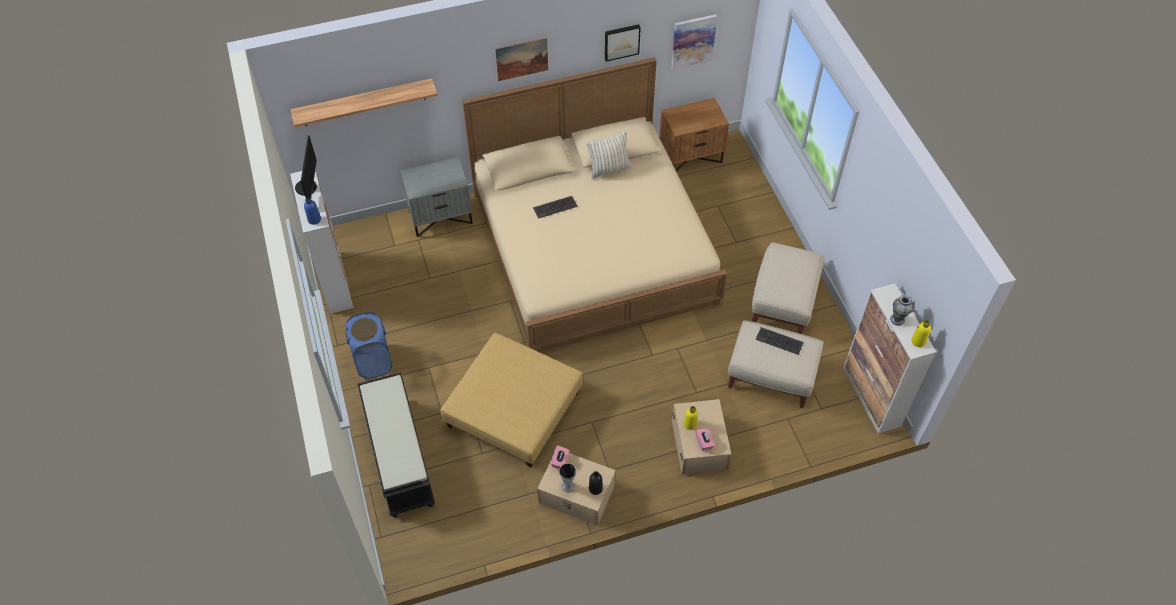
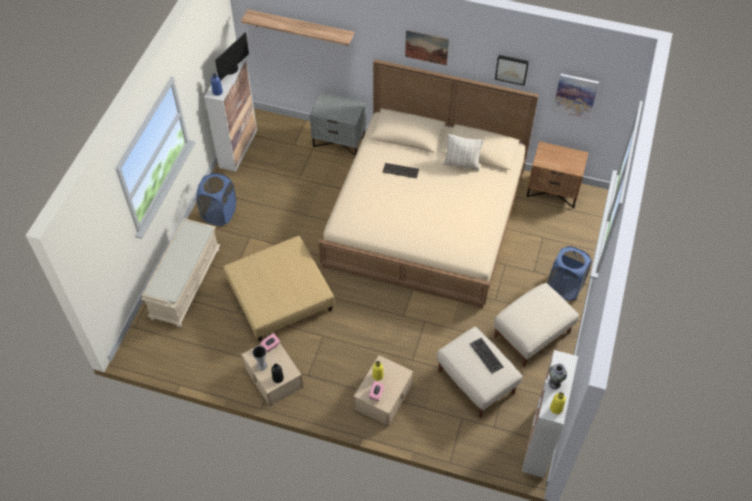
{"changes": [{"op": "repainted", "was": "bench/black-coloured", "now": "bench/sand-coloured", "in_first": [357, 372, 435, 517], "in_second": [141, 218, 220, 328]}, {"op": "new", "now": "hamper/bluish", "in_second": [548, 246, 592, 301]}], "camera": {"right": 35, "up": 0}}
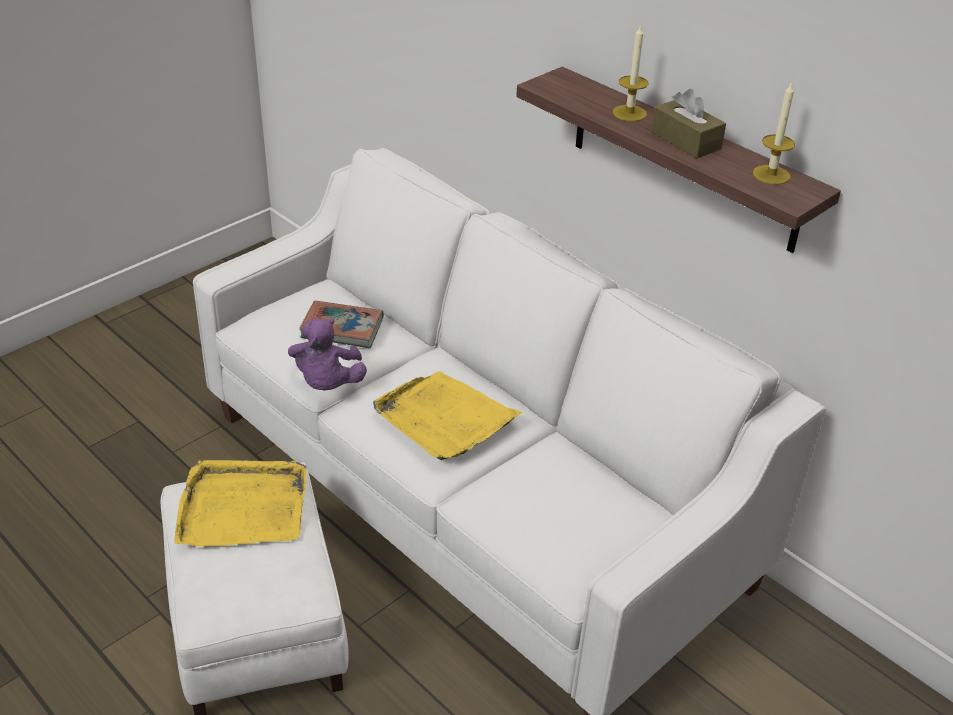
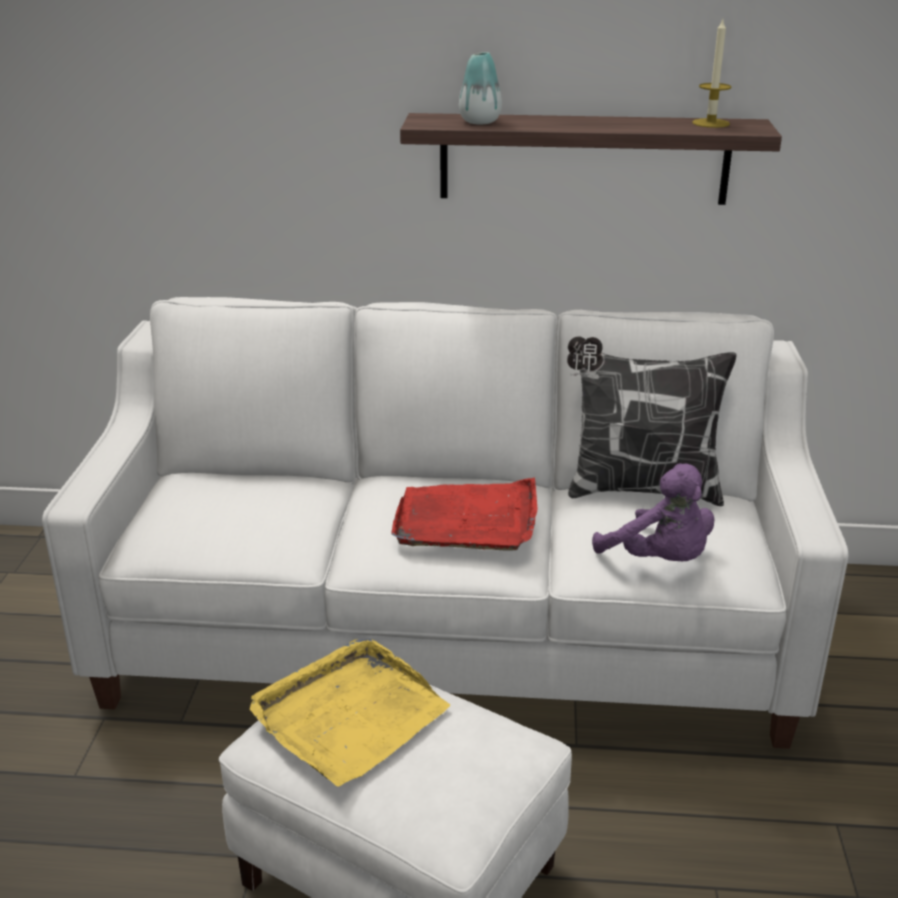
{"changes": [{"op": "gone", "was": "wax light", "in_first": [613, 25, 648, 121]}, {"op": "gone", "was": "box of tissues/brown", "in_first": [652, 89, 726, 158]}, {"op": "gone", "was": "book", "in_first": [299, 301, 383, 348]}, {"op": "shifted", "was": "plush toy/purple", "in_first": [288, 318, 367, 391], "in_second": [592, 463, 714, 561]}, {"op": "repainted", "was": "serving tray/yellow-coloured", "now": "serving tray/red-coloured", "in_first": [373, 371, 523, 460], "in_second": [391, 478, 538, 551]}, {"op": "new", "now": "vase", "in_second": [459, 52, 502, 124]}, {"op": "new", "now": "throw pillow", "in_second": [567, 336, 737, 506]}], "camera": {"right": -40, "up": -10}}
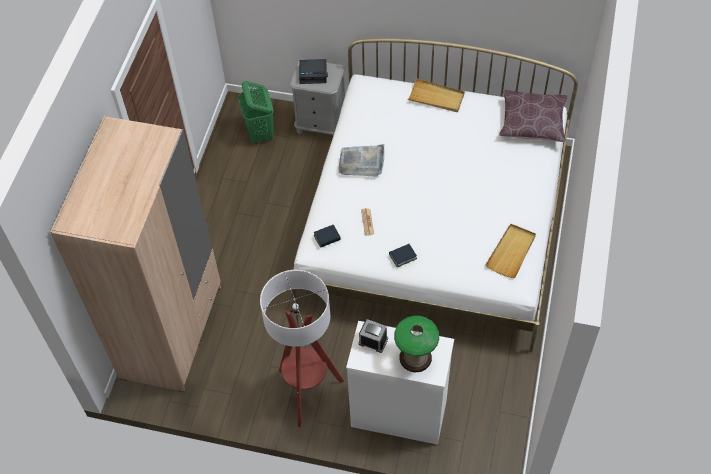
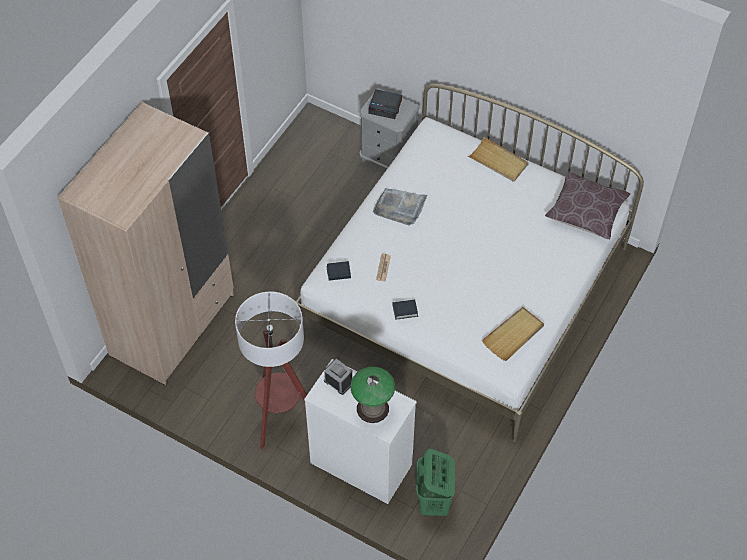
{"changes": [{"op": "shifted", "was": "hamper/green", "in_first": [238, 81, 274, 144], "in_second": [416, 449, 455, 517]}], "camera": {"right": 15, "up": 0}}
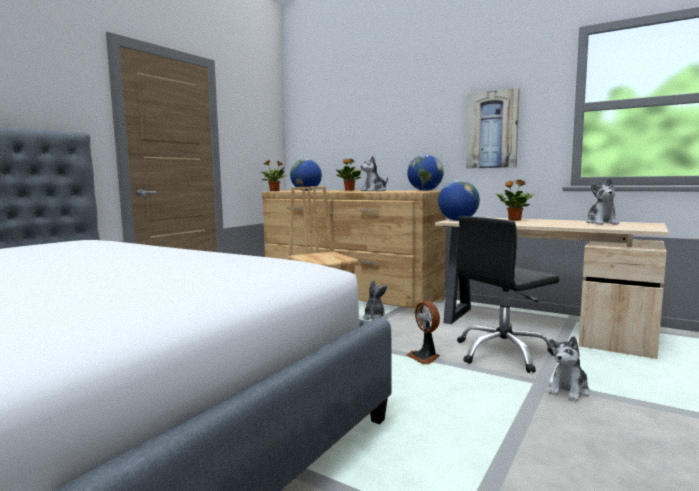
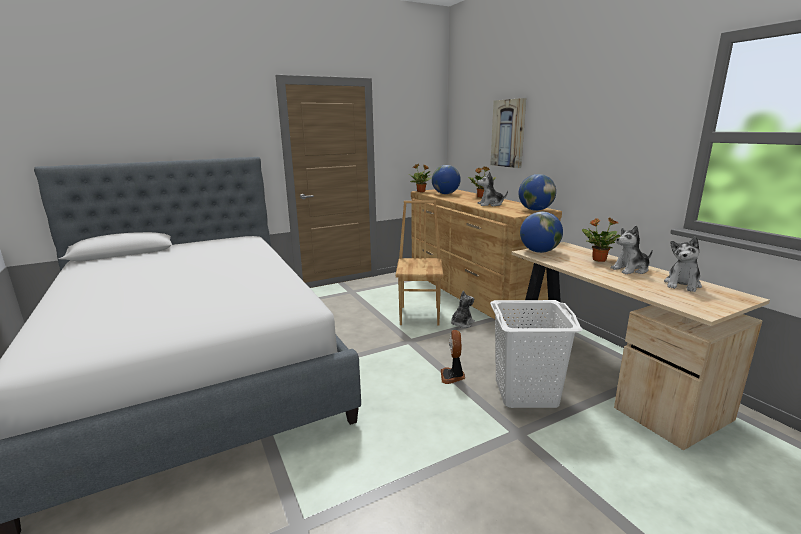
{"changes": [{"op": "shifted", "was": "wall art", "in_first": [466, 88, 520, 169], "in_second": [490, 98, 526, 168]}, {"op": "swapped", "was": "desk chair/black-coloured", "now": "hamper/whitish", "in_first": [457, 216, 559, 373], "in_second": [490, 300, 582, 408]}, {"op": "shifted", "was": "plush toy", "in_first": [548, 336, 590, 401], "in_second": [611, 225, 653, 274]}], "camera": {"right": 30, "up": 10}}
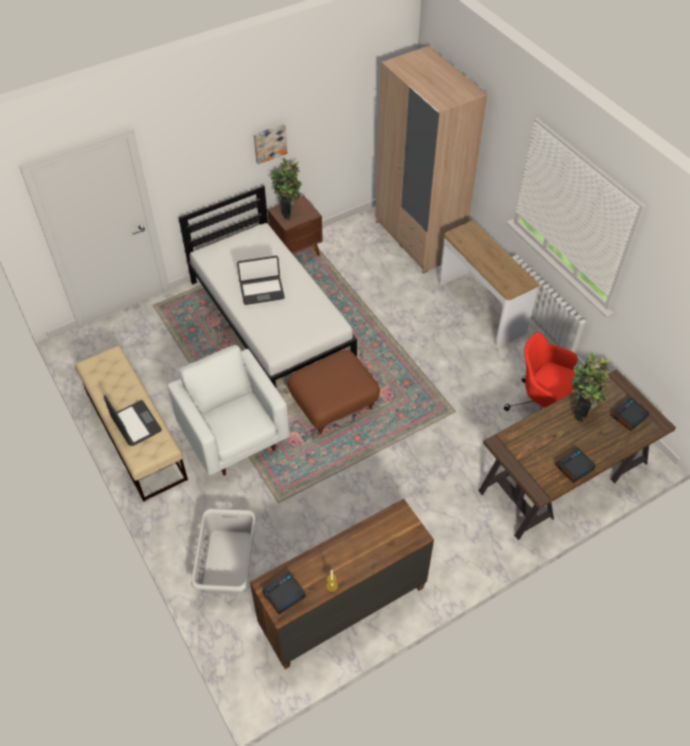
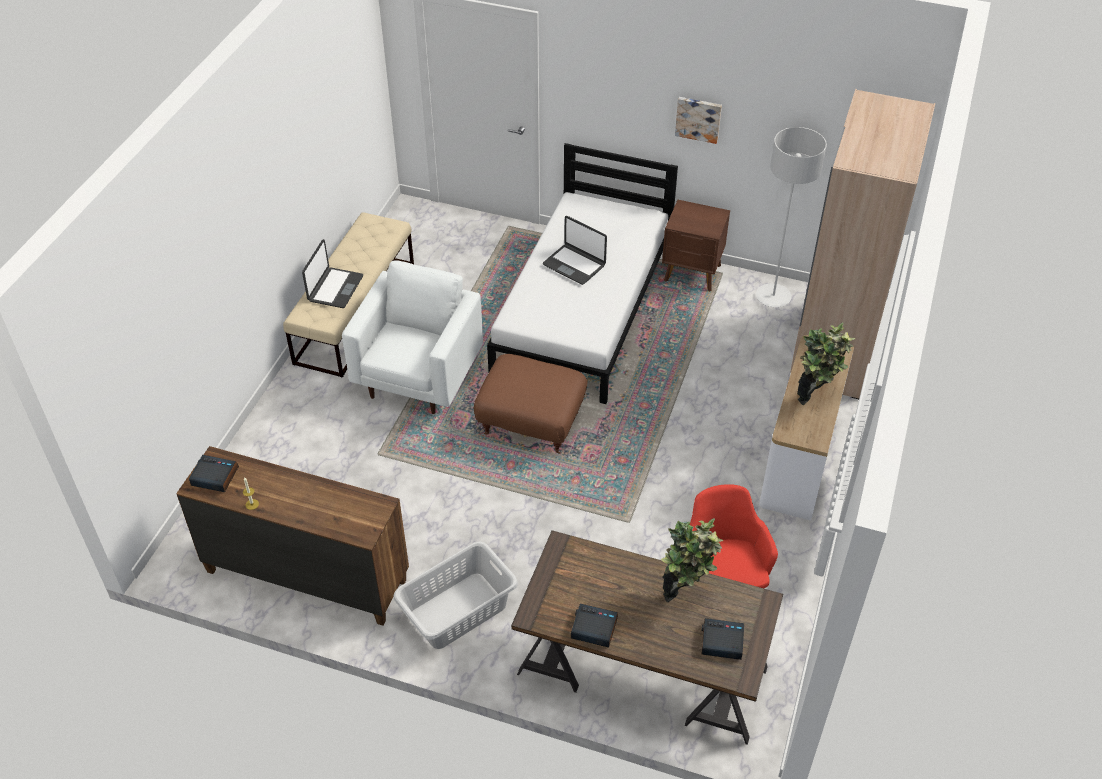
{"changes": [{"op": "shifted", "was": "potted plant", "in_first": [271, 158, 302, 220], "in_second": [797, 323, 856, 405]}, {"op": "shifted", "was": "hamper/gray", "in_first": [191, 508, 256, 595], "in_second": [393, 542, 518, 649]}, {"op": "new", "now": "standing lamp/gray", "in_second": [756, 127, 827, 307]}], "camera": {"right": 50, "up": -5}}
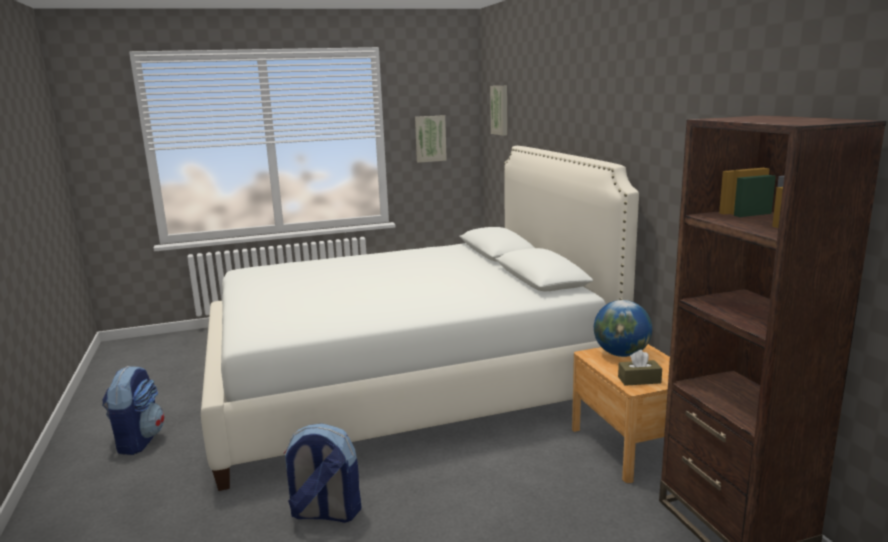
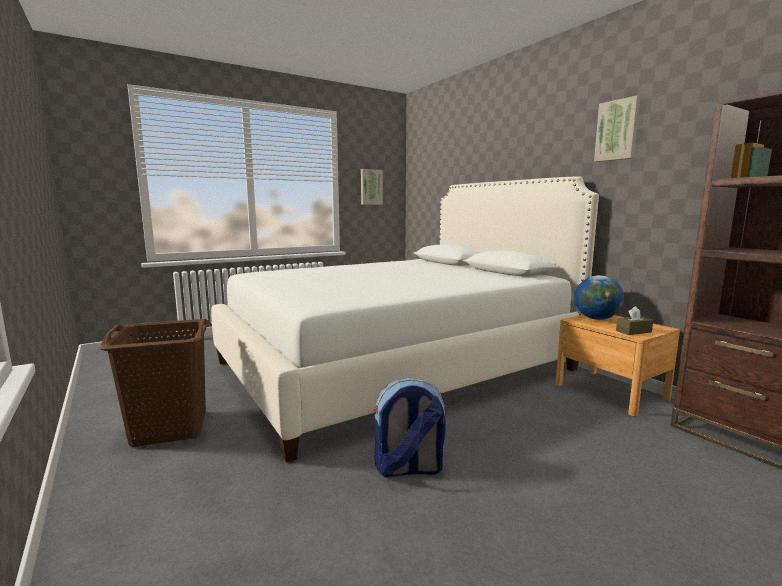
{"changes": [{"op": "shifted", "was": "wall art", "in_first": [490, 86, 507, 136], "in_second": [594, 95, 640, 162]}, {"op": "swapped", "was": "backpack", "now": "hamper/brown", "in_first": [102, 366, 164, 455], "in_second": [98, 319, 209, 447]}], "camera": {"right": -15, "up": -5}}
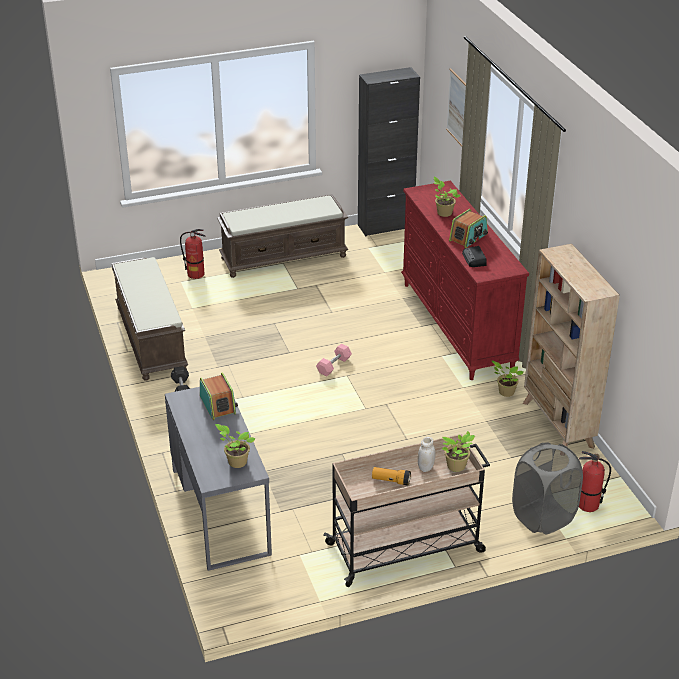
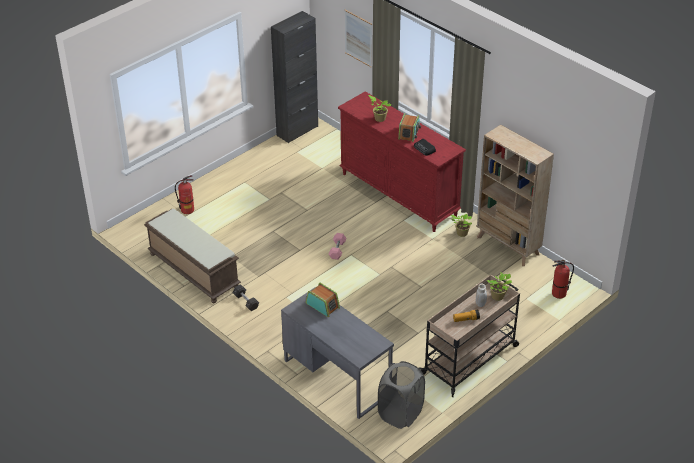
{"changes": [{"op": "gone", "was": "bench/brown", "in_first": [217, 194, 349, 278]}, {"op": "gone", "was": "potted plant", "in_first": [215, 424, 256, 468]}, {"op": "shifted", "was": "hamper/gray", "in_first": [512, 442, 583, 534], "in_second": [378, 361, 425, 429]}], "camera": {"right": -25, "up": 5}}
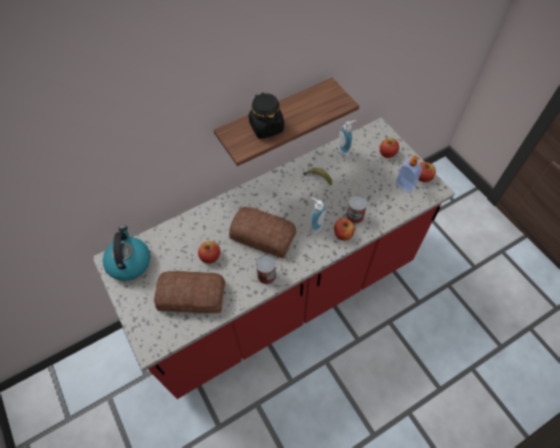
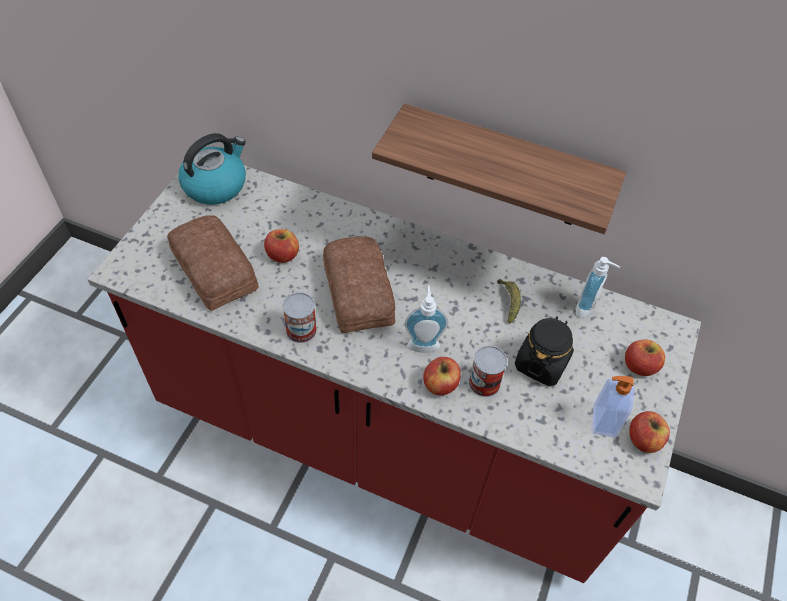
{"changes": [{"op": "shifted", "was": "preserve jar/black-coloured", "in_first": [249, 92, 284, 139], "in_second": [515, 316, 574, 386]}], "camera": {"right": 50, "up": -5}}
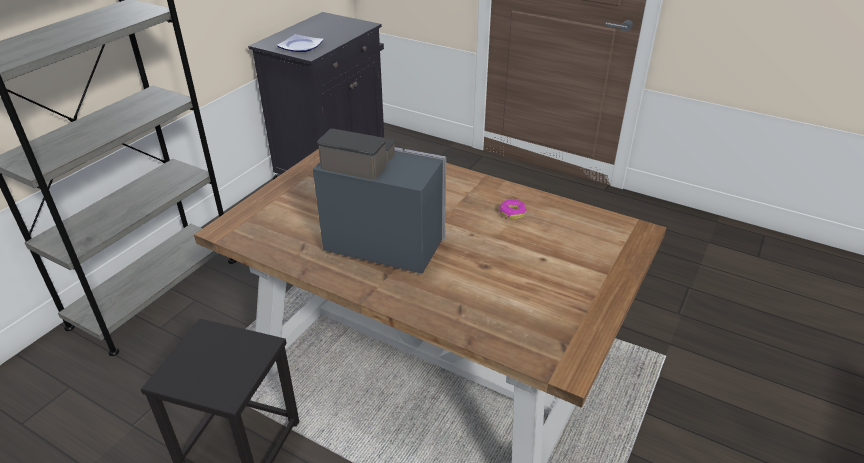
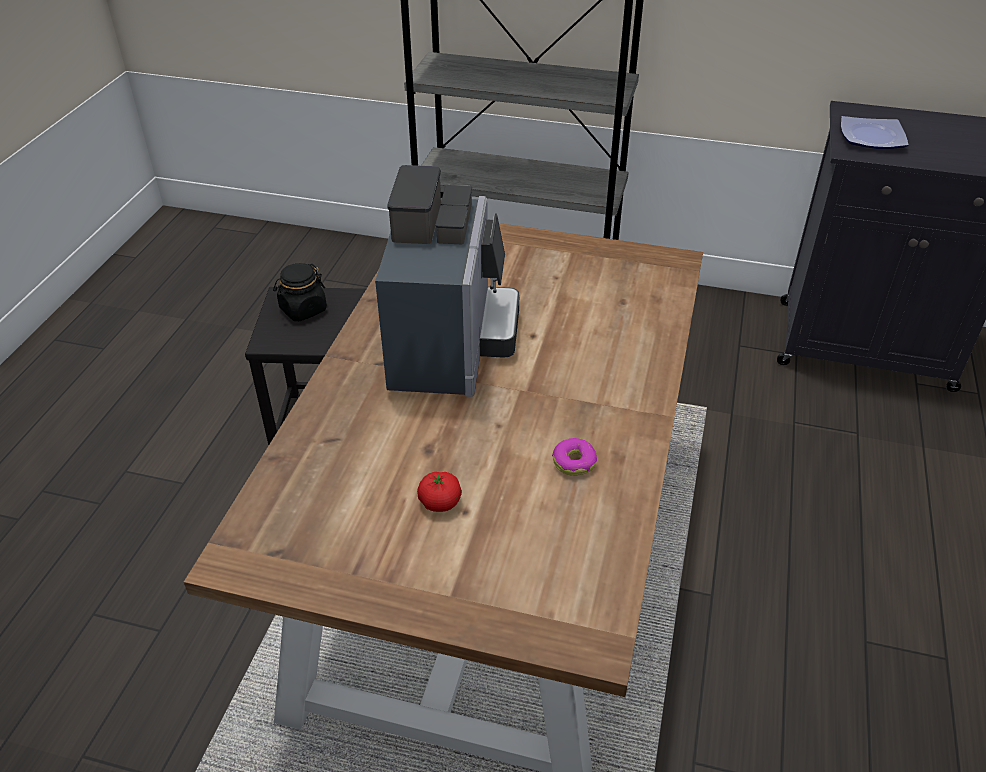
{"changes": [{"op": "new", "now": "preserve jar/black-coloured", "in_second": [273, 263, 327, 321]}, {"op": "new", "now": "whole tomato", "in_second": [417, 472, 462, 512]}], "camera": {"right": 75, "up": 5}}
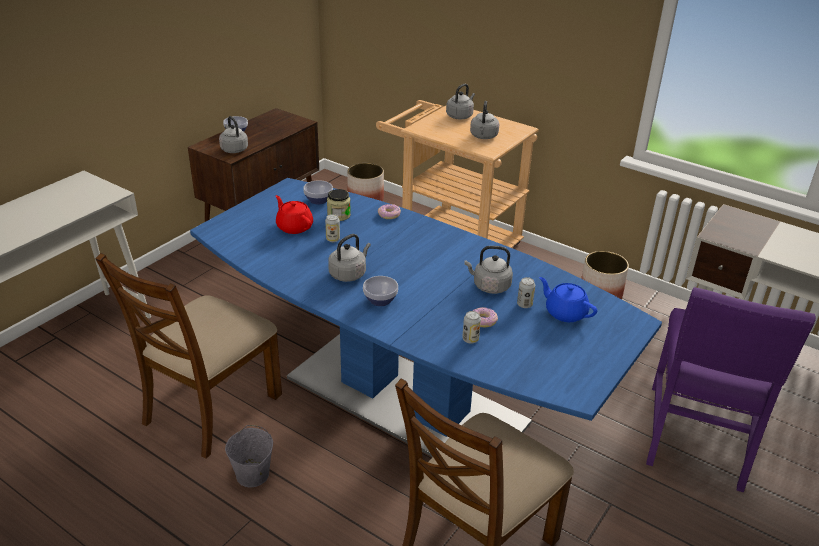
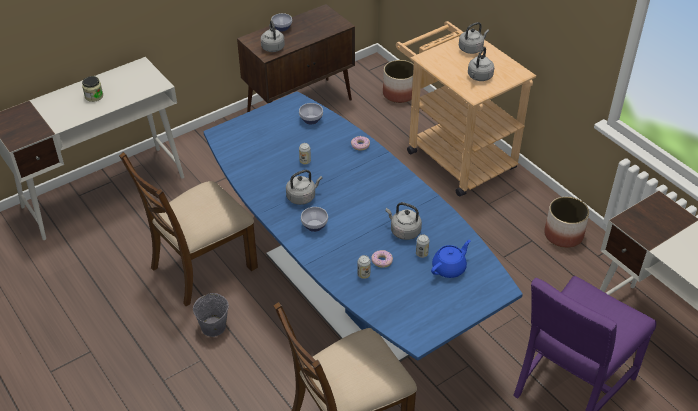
{"changes": [{"op": "shifted", "was": "preserve jar", "in_first": [327, 189, 351, 221], "in_second": [82, 76, 103, 102]}, {"op": "gone", "was": "teapot/red-coloured", "in_first": [276, 195, 313, 234]}, {"op": "rotated", "was": "teapot/bluish", "in_first": [539, 277, 597, 322], "in_second": [431, 240, 471, 278], "clockwise": 75}], "camera": {"right": 20, "up": 10}}
